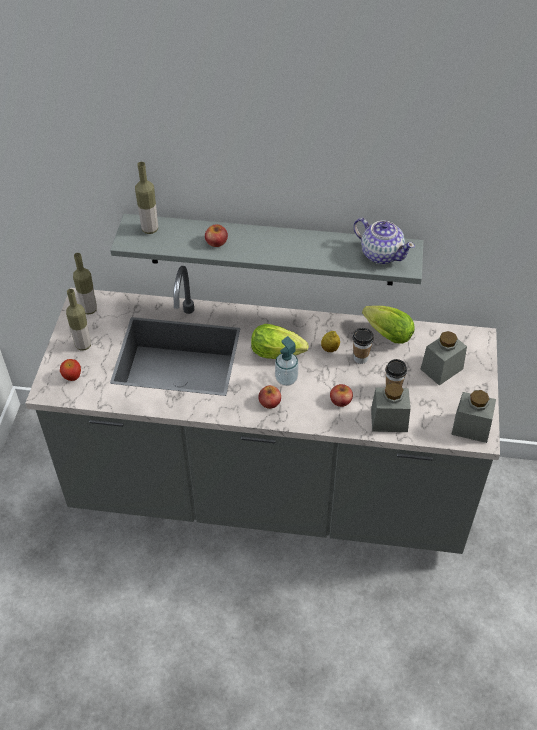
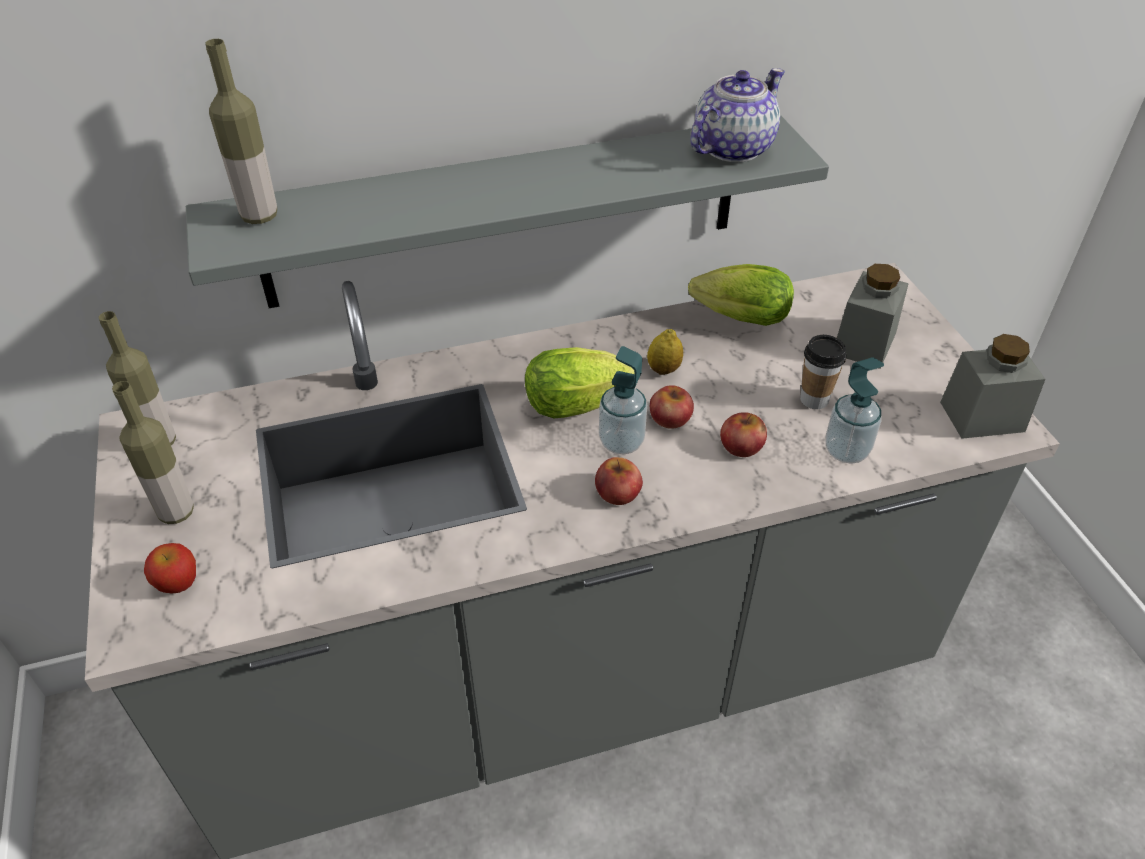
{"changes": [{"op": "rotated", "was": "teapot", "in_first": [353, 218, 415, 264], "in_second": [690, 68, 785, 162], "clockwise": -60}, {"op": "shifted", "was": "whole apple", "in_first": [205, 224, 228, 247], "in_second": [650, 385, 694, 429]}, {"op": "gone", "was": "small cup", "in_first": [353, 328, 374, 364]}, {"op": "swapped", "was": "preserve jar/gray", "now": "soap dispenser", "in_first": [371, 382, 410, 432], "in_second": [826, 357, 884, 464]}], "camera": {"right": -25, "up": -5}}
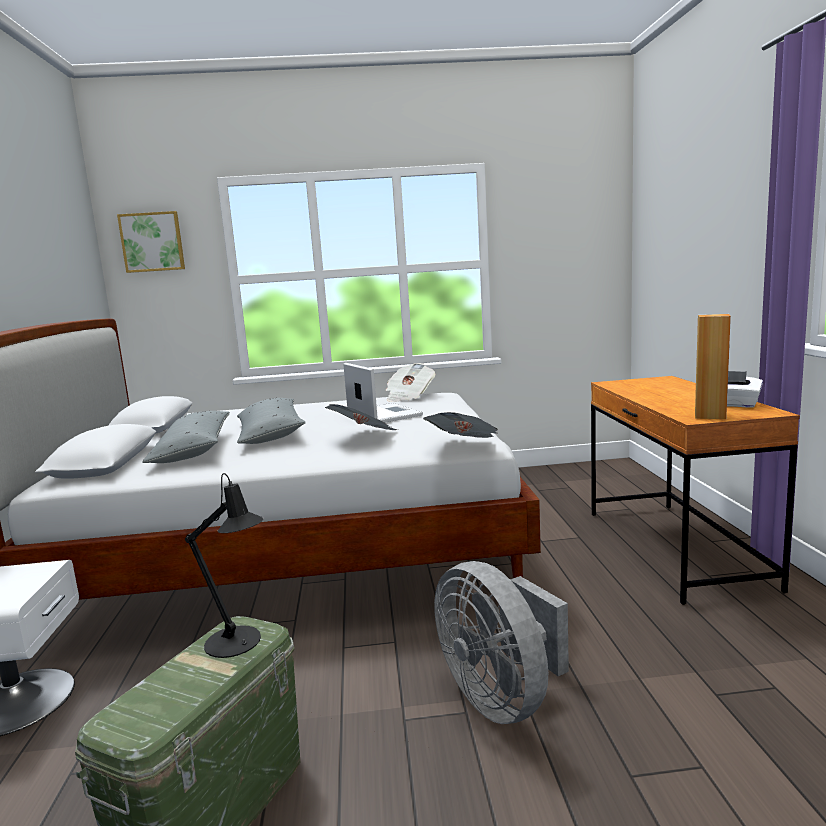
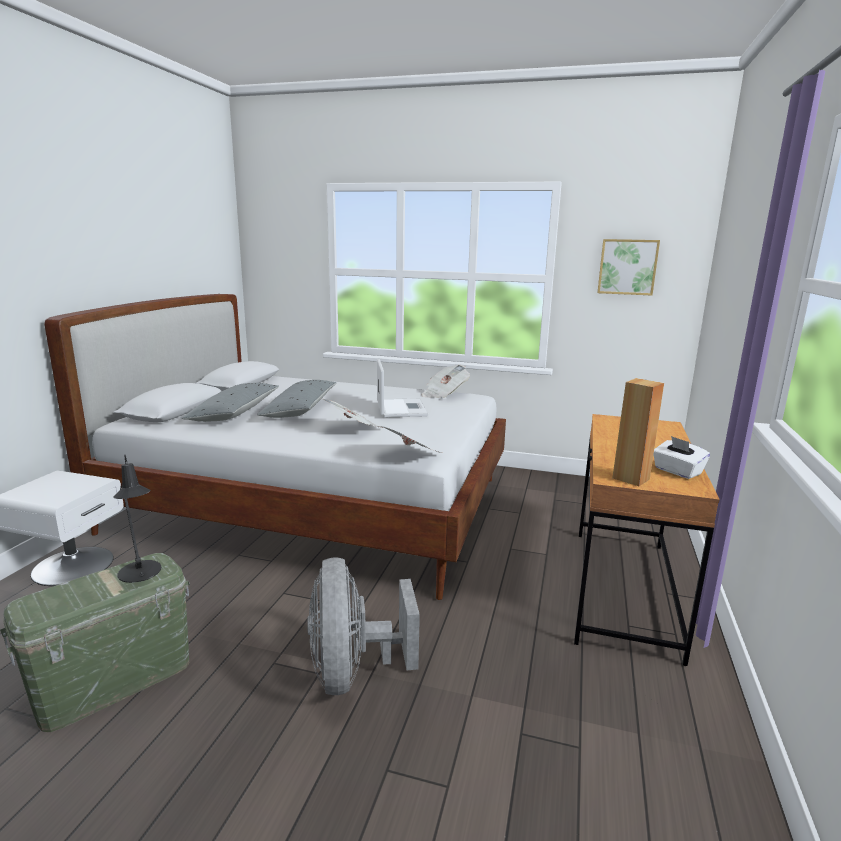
{"changes": [{"op": "shifted", "was": "wall art", "in_first": [117, 211, 185, 273], "in_second": [597, 239, 660, 295]}], "camera": {"right": 20, "up": 5}}
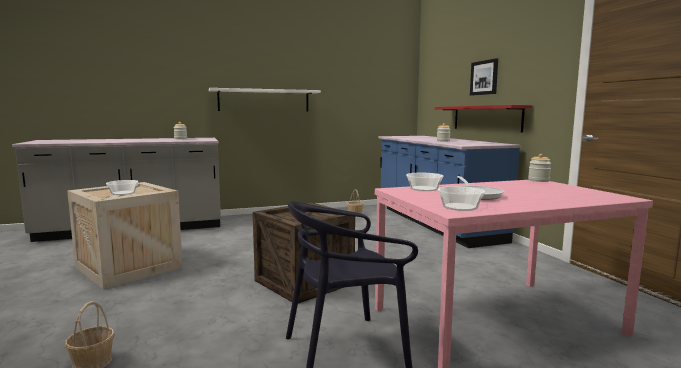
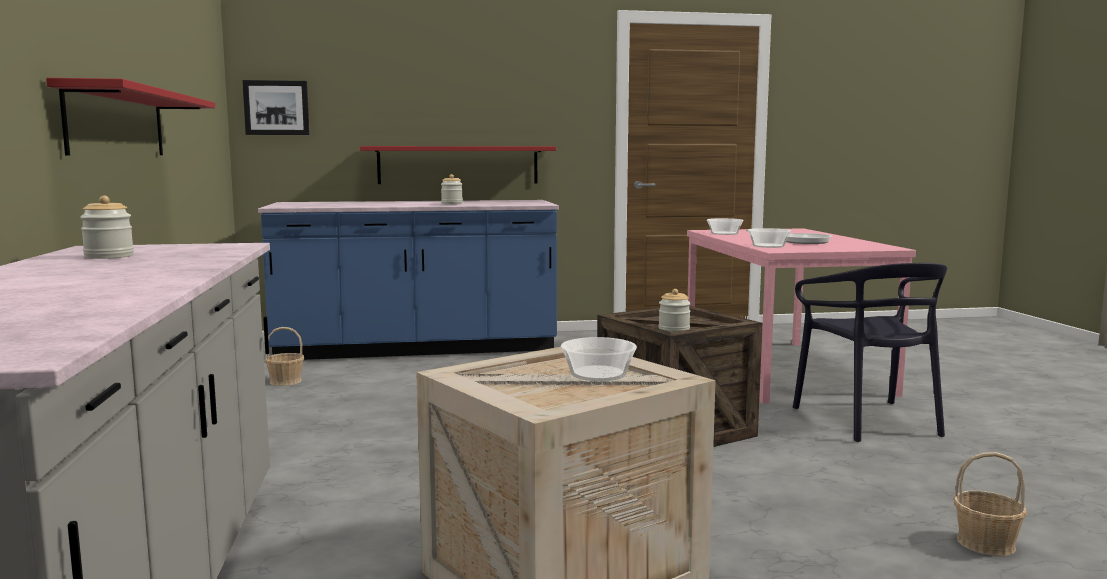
{"changes": [{"op": "shifted", "was": "wall art", "in_first": [470, 58, 498, 95], "in_second": [242, 80, 310, 135]}, {"op": "repainted", "was": "shelf/whitish", "now": "shelf/red-coloured", "in_first": [209, 88, 321, 112], "in_second": [46, 78, 215, 155]}, {"op": "shifted", "was": "preserve jar", "in_first": [528, 154, 551, 182], "in_second": [659, 289, 691, 332]}, {"op": "shifted", "was": "bowl", "in_first": [438, 186, 485, 211], "in_second": [707, 218, 743, 235]}], "camera": {"right": -80, "up": 0}}
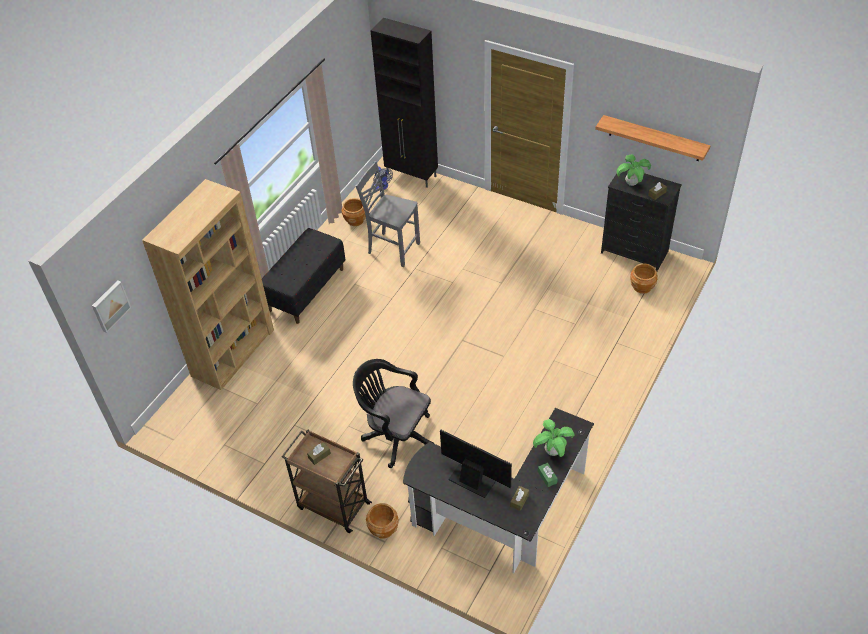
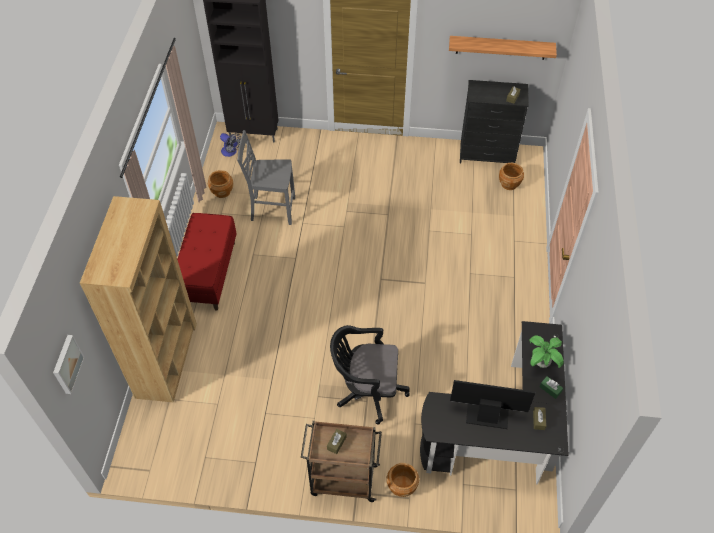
{"changes": [{"op": "gone", "was": "potted plant", "in_first": [617, 154, 651, 186]}, {"op": "repainted", "was": "bench/black-coloured", "now": "bench/red-coloured", "in_first": [262, 228, 346, 324], "in_second": [177, 213, 237, 311]}], "camera": {"right": -25, "up": 5}}
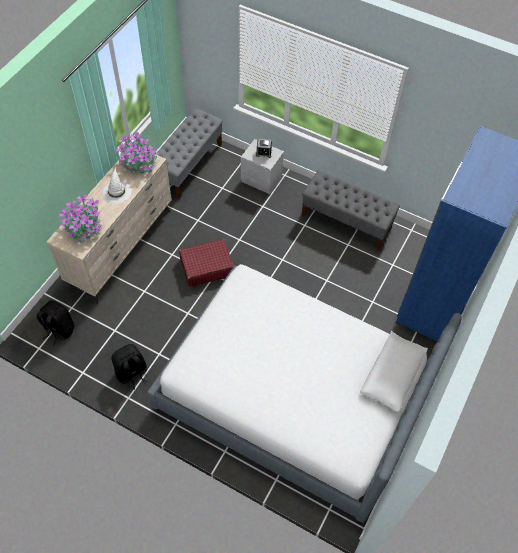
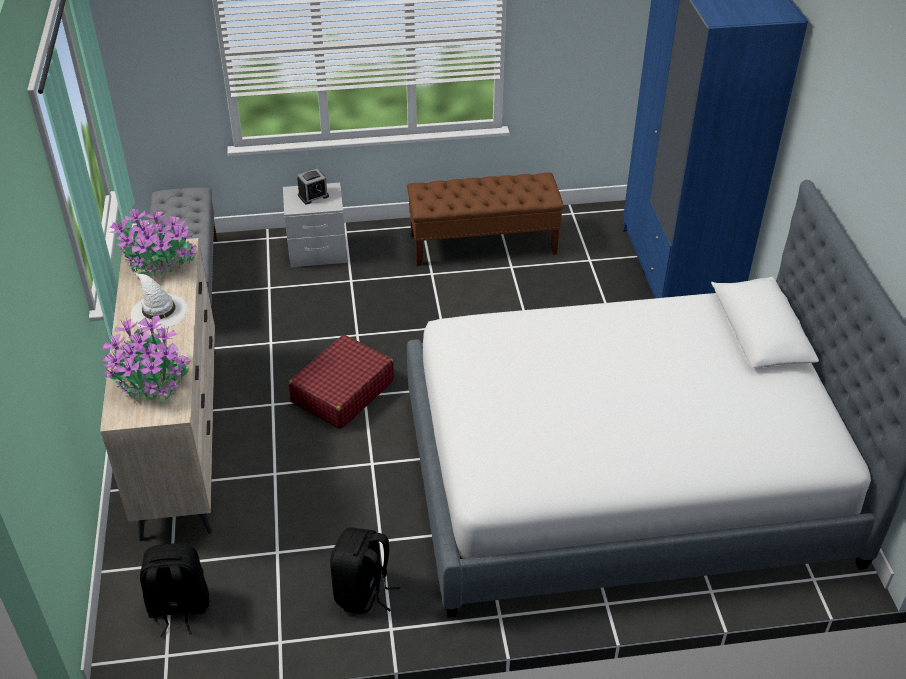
{"changes": [{"op": "repainted", "was": "bench/gray", "now": "bench/brown", "in_first": [301, 170, 400, 251], "in_second": [407, 173, 564, 266]}], "camera": {"right": -35, "up": -15}}
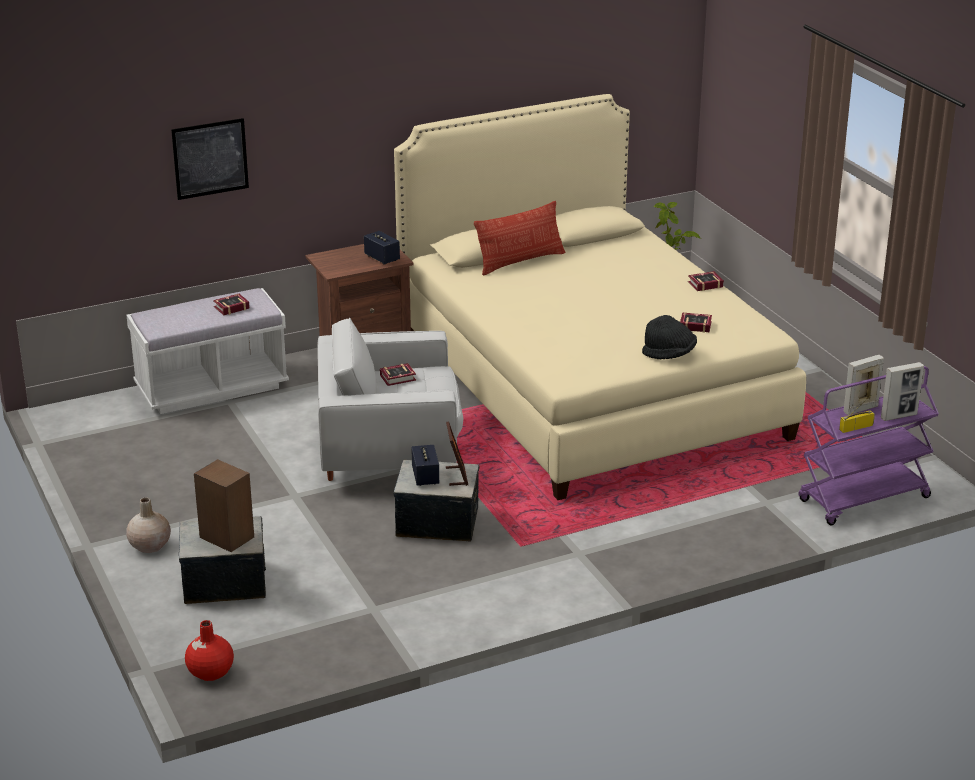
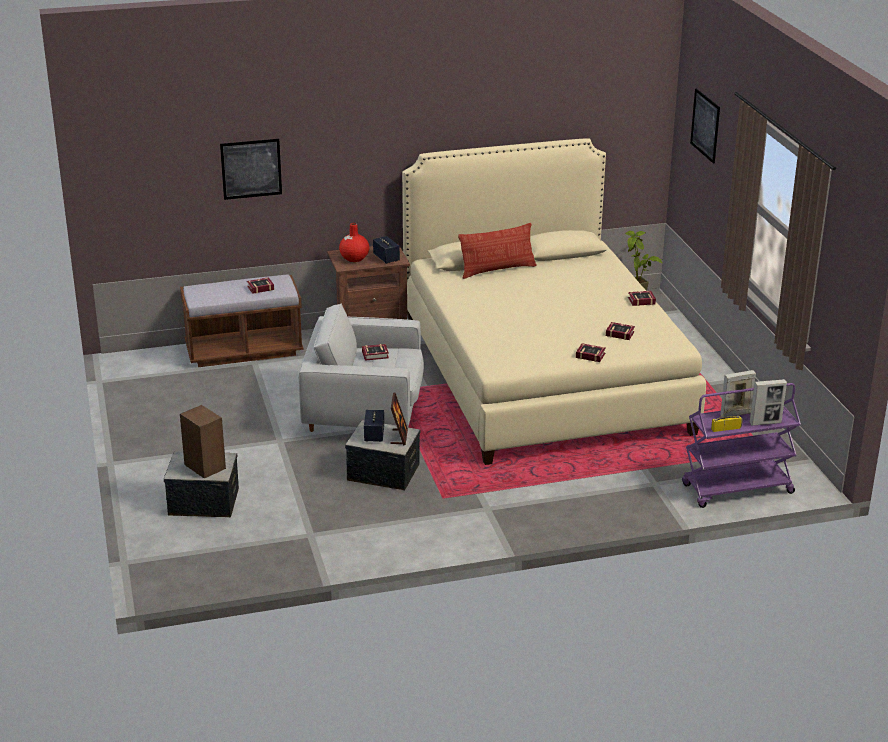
{"changes": [{"op": "repainted", "was": "bench/whitish", "now": "bench/brown", "in_first": [127, 288, 289, 414], "in_second": [180, 275, 304, 367]}, {"op": "swapped", "was": "wearable hat/black-coloured", "now": "book", "in_first": [642, 315, 697, 359], "in_second": [576, 343, 606, 362]}, {"op": "gone", "was": "vase/sand-coloured", "in_first": [126, 498, 171, 553]}, {"op": "shifted", "was": "vase/red-coloured", "in_first": [185, 620, 234, 681], "in_second": [339, 223, 369, 262]}, {"op": "new", "now": "wall art", "in_second": [690, 89, 720, 164]}], "camera": {"right": 10, "up": 0}}
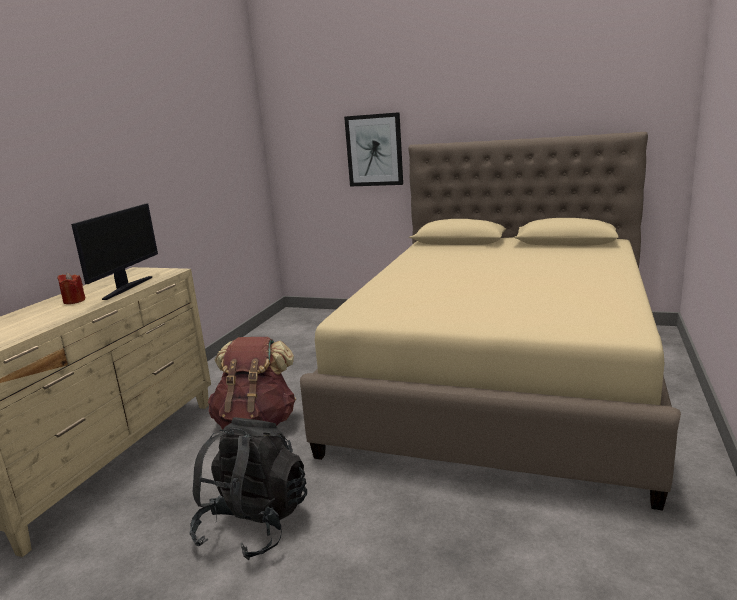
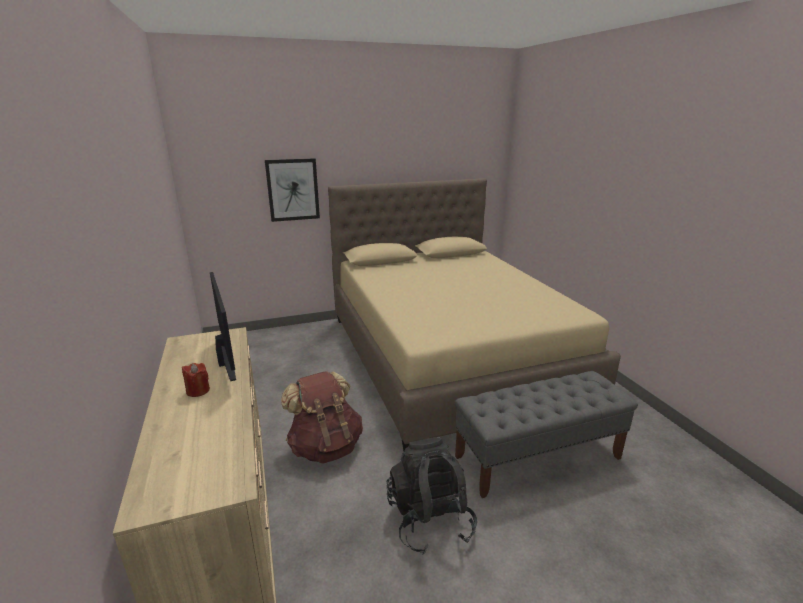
{"changes": [{"op": "new", "now": "bench/gray", "in_second": [455, 371, 638, 498]}], "camera": {"right": -40, "up": 5}}
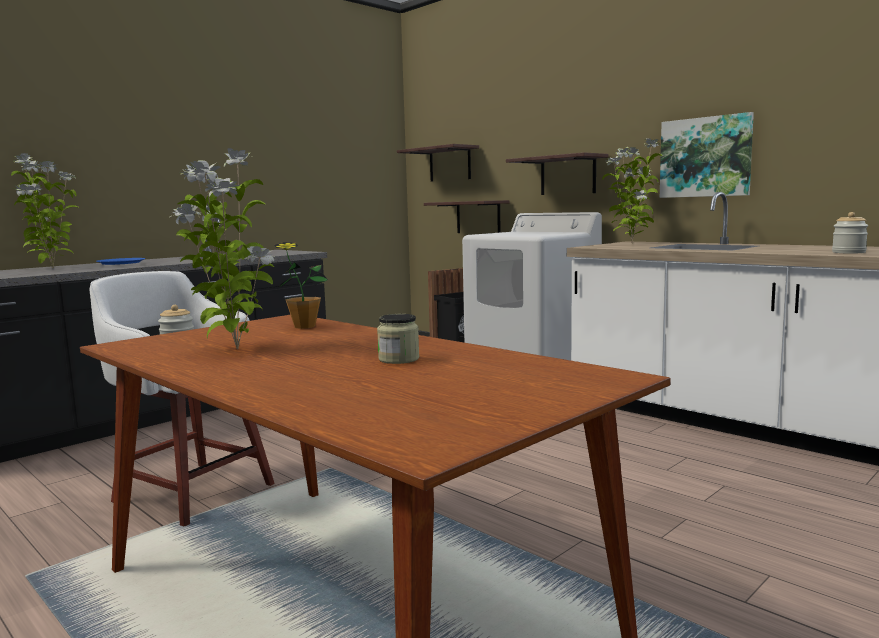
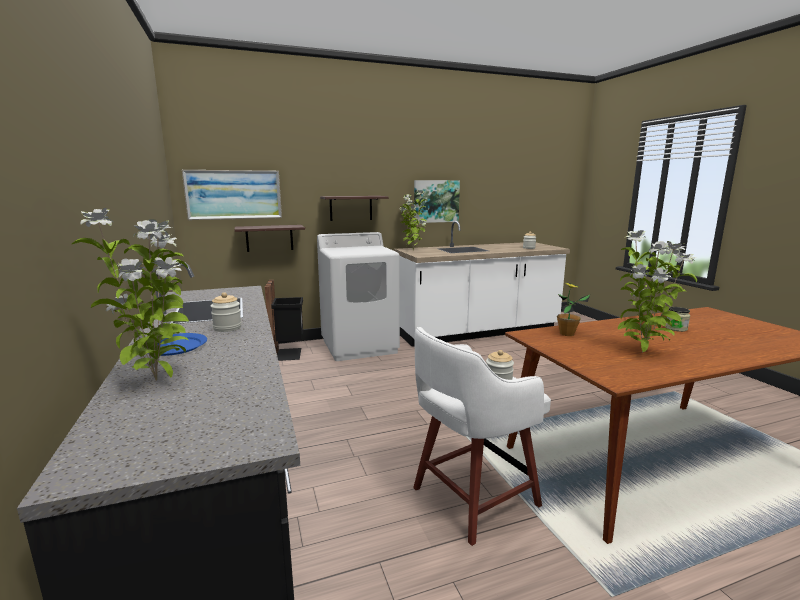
{"changes": [{"op": "swapped", "was": "shelf", "now": "wall art", "in_first": [397, 144, 479, 181], "in_second": [182, 170, 282, 220]}, {"op": "new", "now": "preserve jar", "in_second": [211, 292, 242, 332]}], "camera": {"right": -65, "up": 5}}
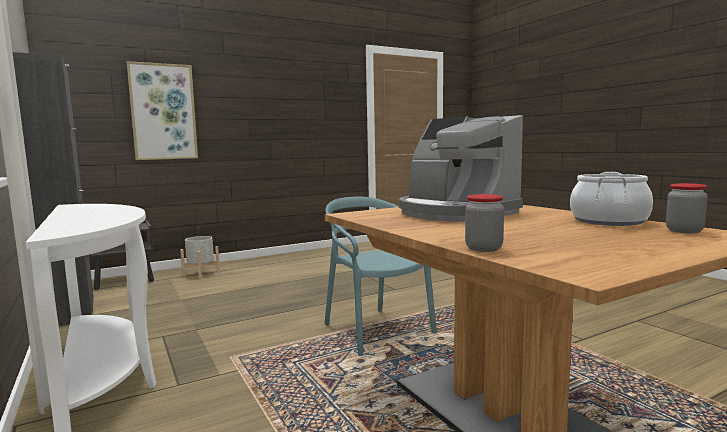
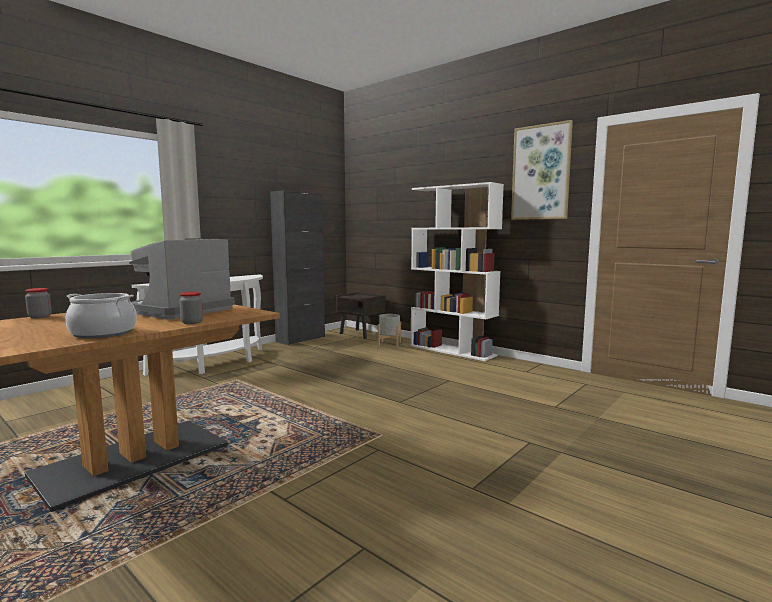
{"changes": [{"op": "shifted", "was": "wall art", "in_first": [127, 61, 198, 160], "in_second": [511, 120, 573, 220]}, {"op": "shifted", "was": "preserve jar", "in_first": [666, 183, 708, 234], "in_second": [179, 292, 203, 324]}, {"op": "gone", "was": "chair/turquoise-coloured", "in_first": [324, 197, 437, 356]}, {"op": "new", "now": "shelving unit/whitish", "in_second": [411, 182, 504, 361]}], "camera": {"right": 70, "up": 0}}
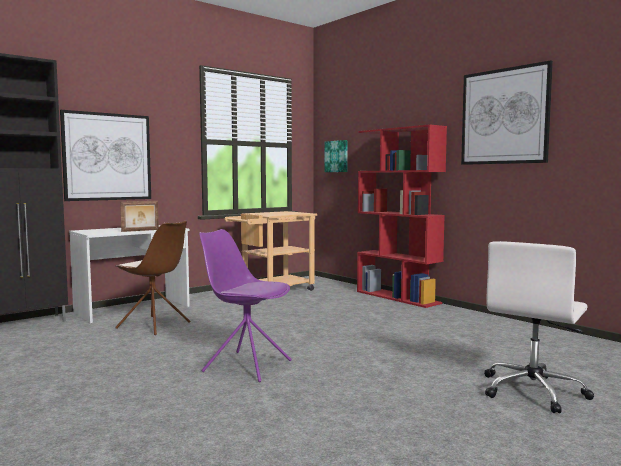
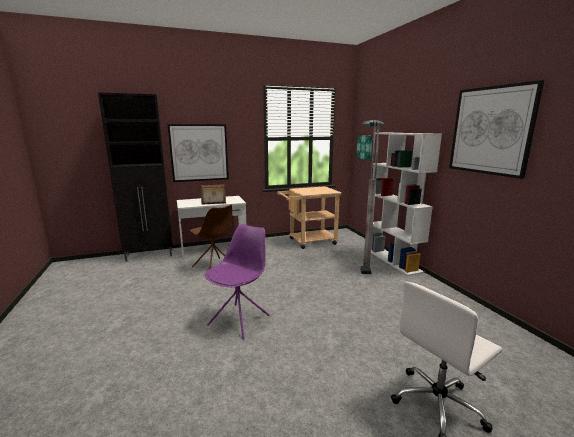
{"changes": [{"op": "repainted", "was": "shelving unit/red-coloured", "now": "shelving unit/whitish", "in_first": [357, 124, 447, 308], "in_second": [371, 133, 442, 276]}, {"op": "rotated", "was": "chair/purple", "in_first": [199, 229, 292, 382], "in_second": [205, 224, 270, 339], "clockwise": 75}, {"op": "new", "now": "standing lamp/gray", "in_second": [360, 120, 384, 274]}], "camera": {"right": 20, "up": 10}}
